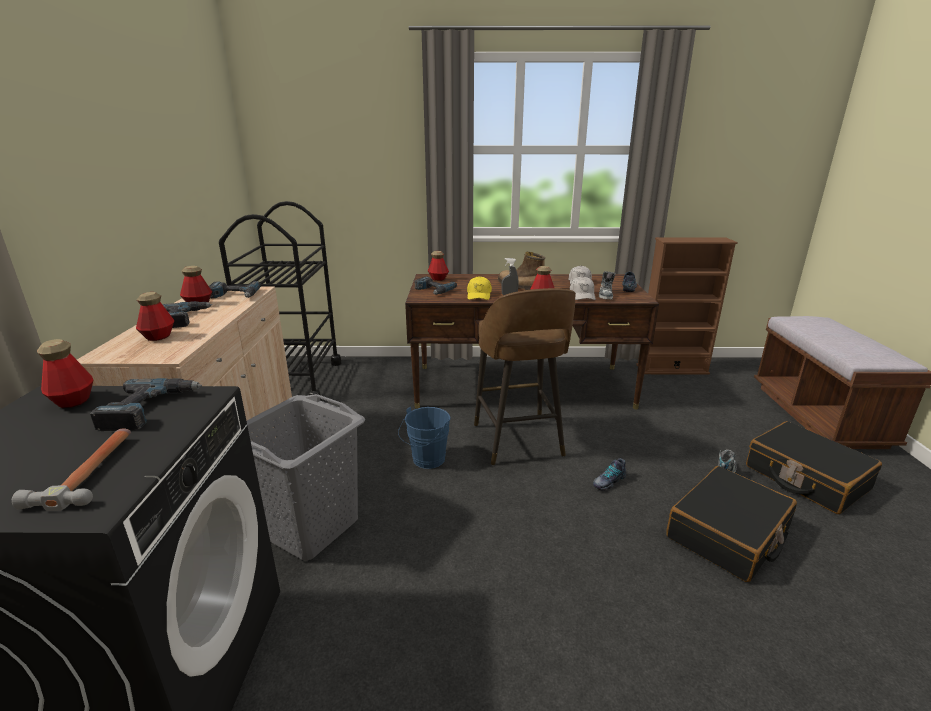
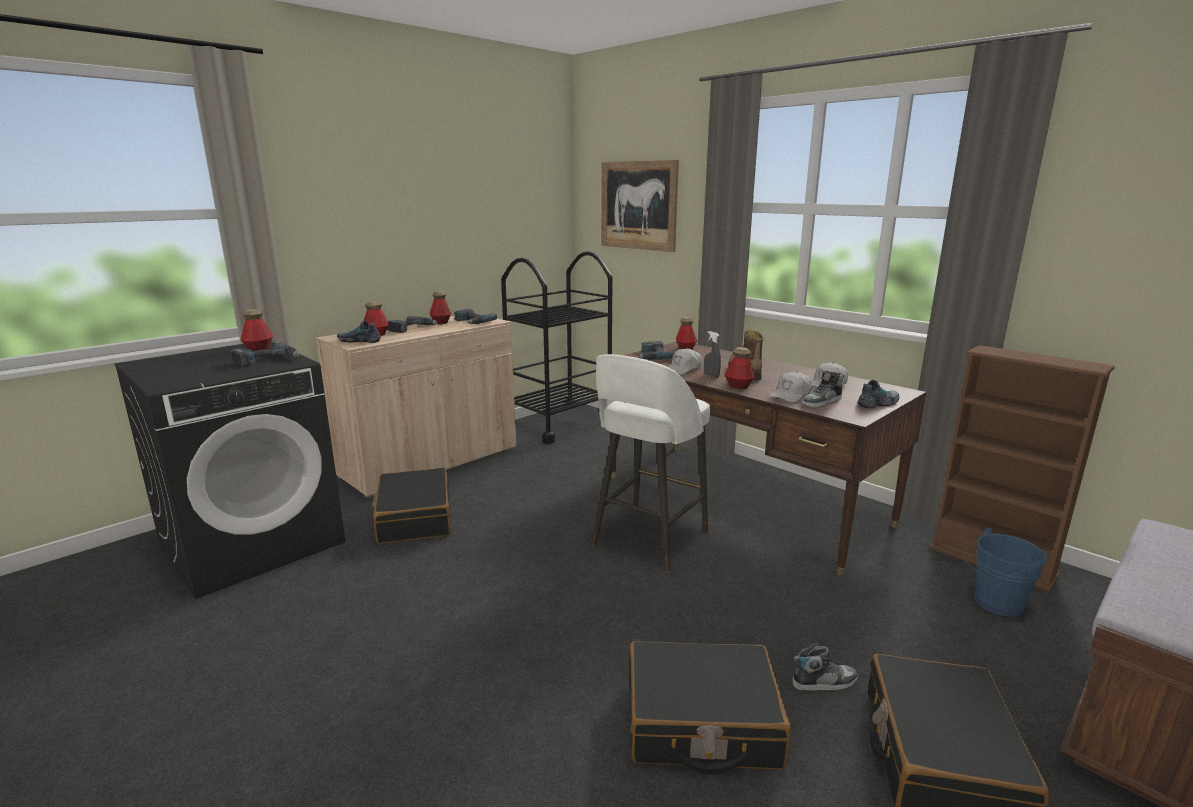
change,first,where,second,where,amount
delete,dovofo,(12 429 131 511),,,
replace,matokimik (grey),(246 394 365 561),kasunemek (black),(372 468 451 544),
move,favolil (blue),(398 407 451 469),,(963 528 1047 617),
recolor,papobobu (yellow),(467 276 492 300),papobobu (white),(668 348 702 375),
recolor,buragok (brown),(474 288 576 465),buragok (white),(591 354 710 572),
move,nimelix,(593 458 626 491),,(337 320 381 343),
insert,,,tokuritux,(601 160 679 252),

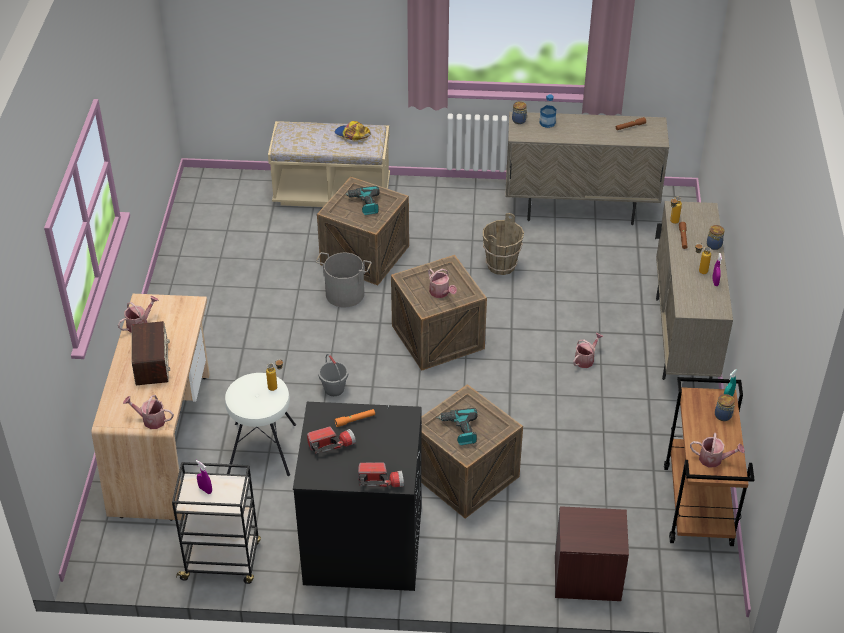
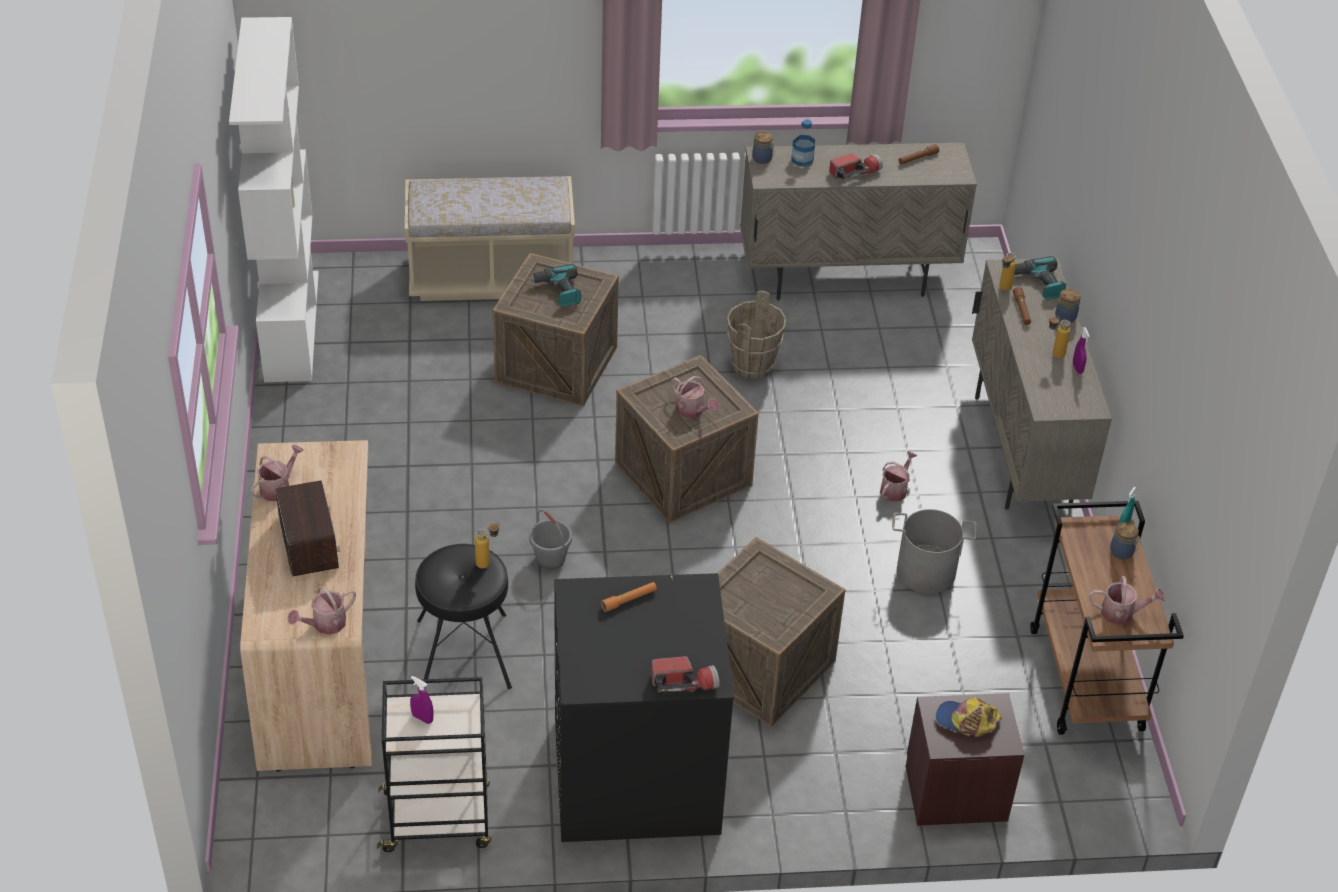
change,first,where,second,where,amount
rotate,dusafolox,(123 395 174 429),,(288 586 356 635),45 degrees counterclockwise
recolor,buragok (white),(225 373 296 476),buragok (black),(415 544 512 689),
move,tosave,(307 427 356 454),,(829 153 883 180),
move,favolil (grey),(316 252 372 307),,(892 509 977 594),
move,papobobu,(335 121 371 140),,(936 697 1002 737),
move,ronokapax,(436 408 477 445),,(1014 256 1066 300),
insert,,,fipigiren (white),(229 17 319 382),

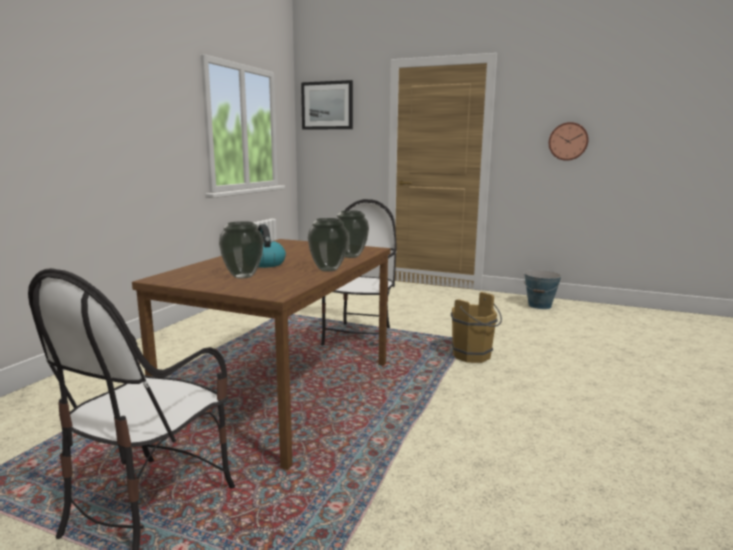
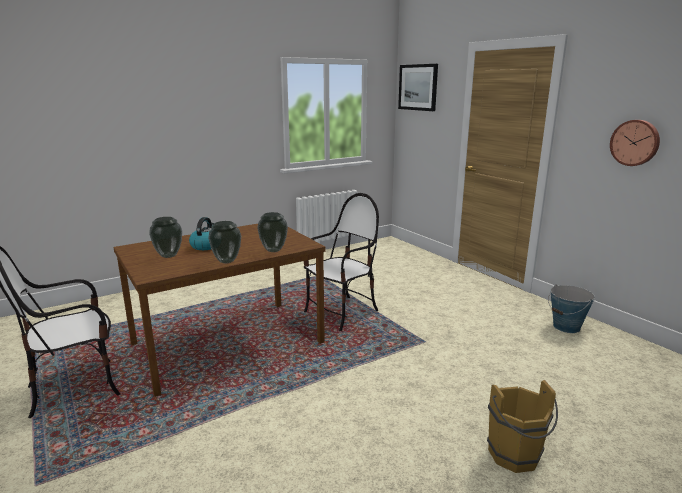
change,first,where,second,where,amount
move,favolil (brown),(451 292 502 363),,(487 380 558 473),

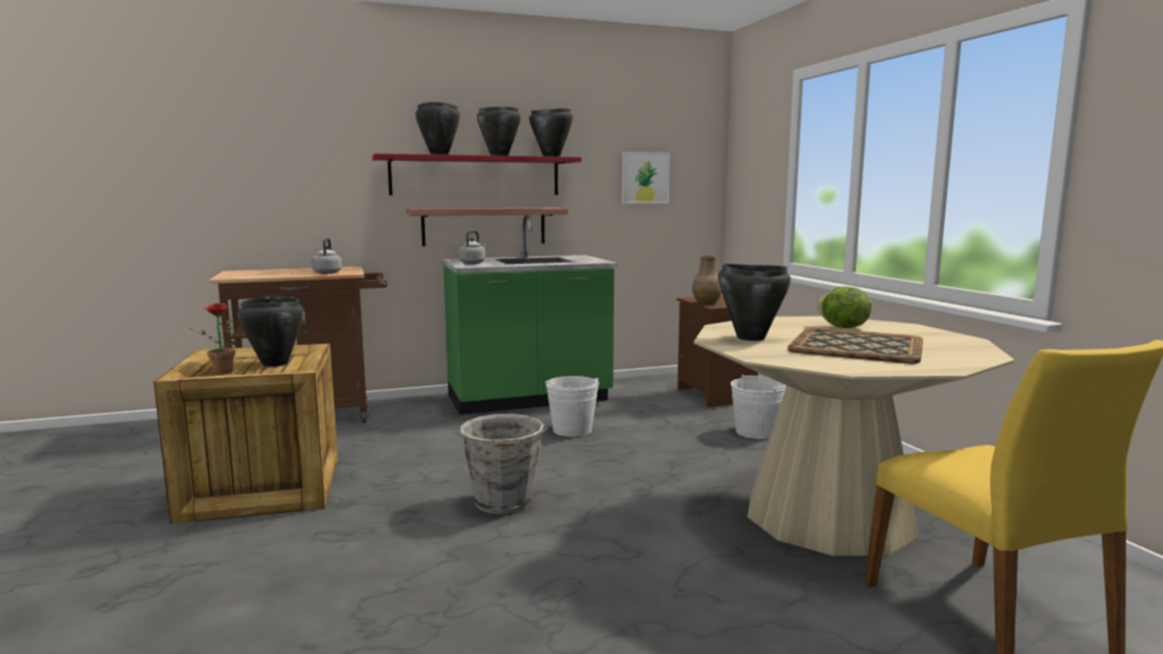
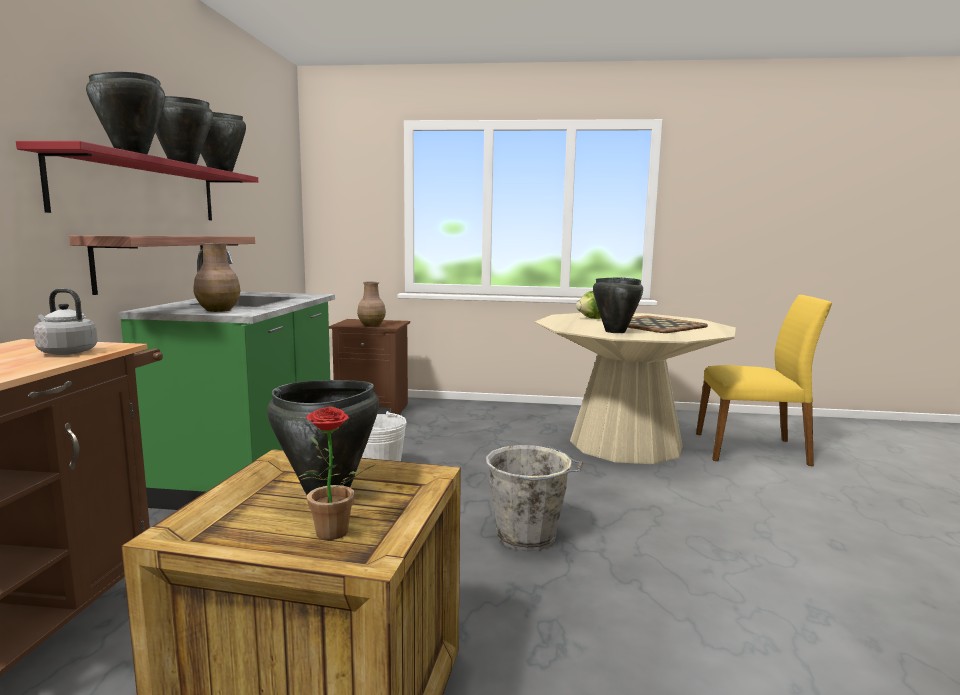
change,first,where,second,where,amount
replace,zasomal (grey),(459 230 486 264),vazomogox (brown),(194 242 240 312),
delete,tokuritux,(622 152 670 203),,,
delete,favolil (white),(731 375 786 439),,,

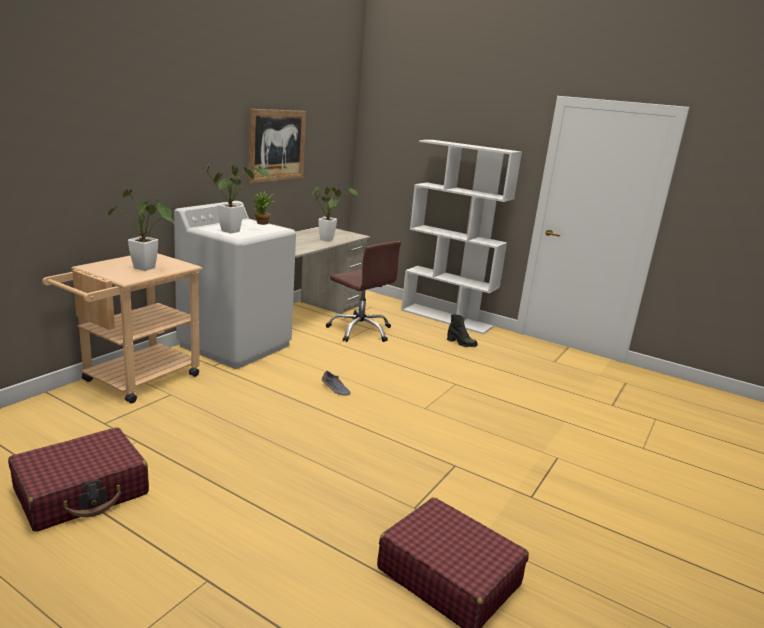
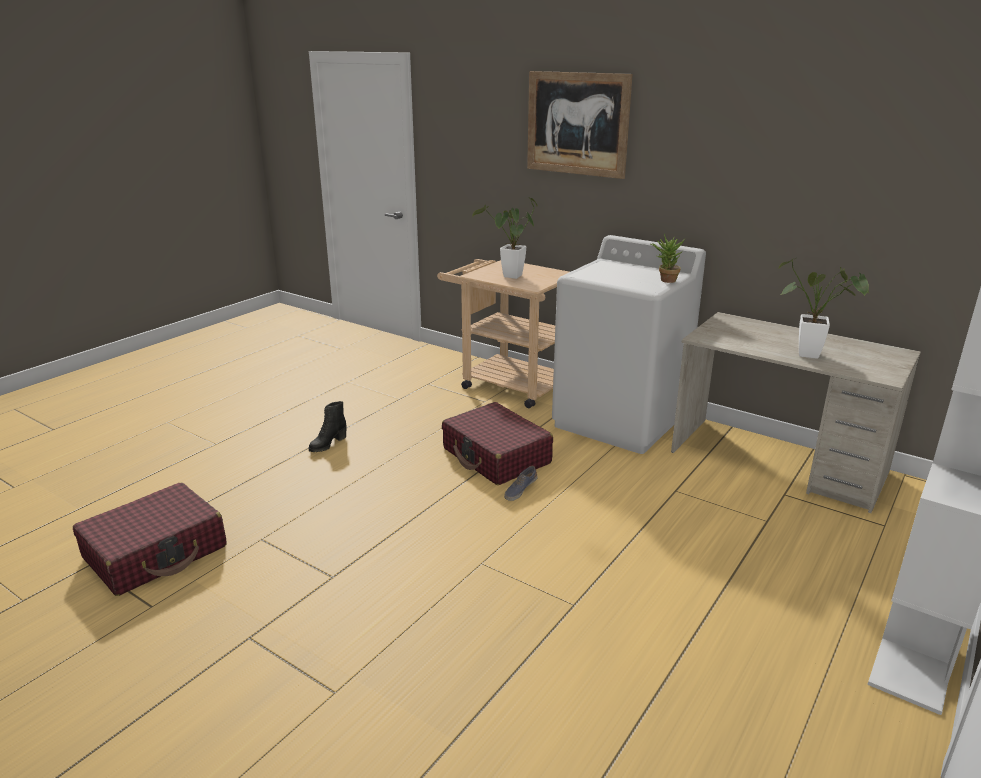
change,first,where,second,where,amount
move,kasunemek (red),(8 427 149 532),,(442 402 553 485),
delete,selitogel,(201 163 270 234),,,
move,tokuritux,(248 109 306 184),,(527 71 633 179),
delete,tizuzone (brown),(326 241 401 342),,,
move,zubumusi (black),(447 314 478 347),,(309 401 347 452),

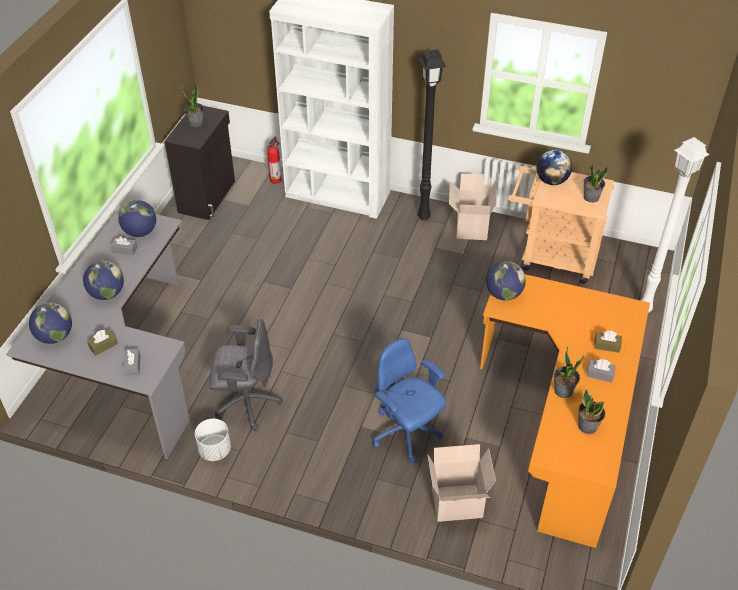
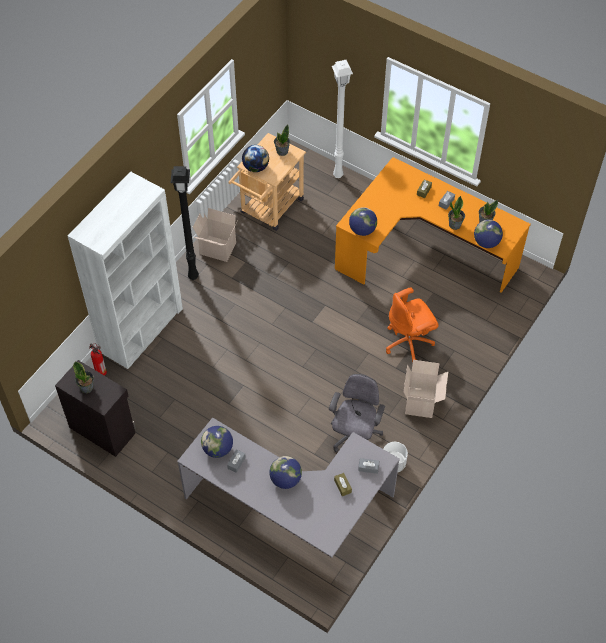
change,first,where,second,where,amount
move,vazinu,(29 303 72 344),,(474 220 503 248),
recolor,tizuzone (blue),(373 338 446 463),tizuzone (orange),(386 287 439 362),
move,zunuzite,(427 444 496 522),,(404 360 448 418),

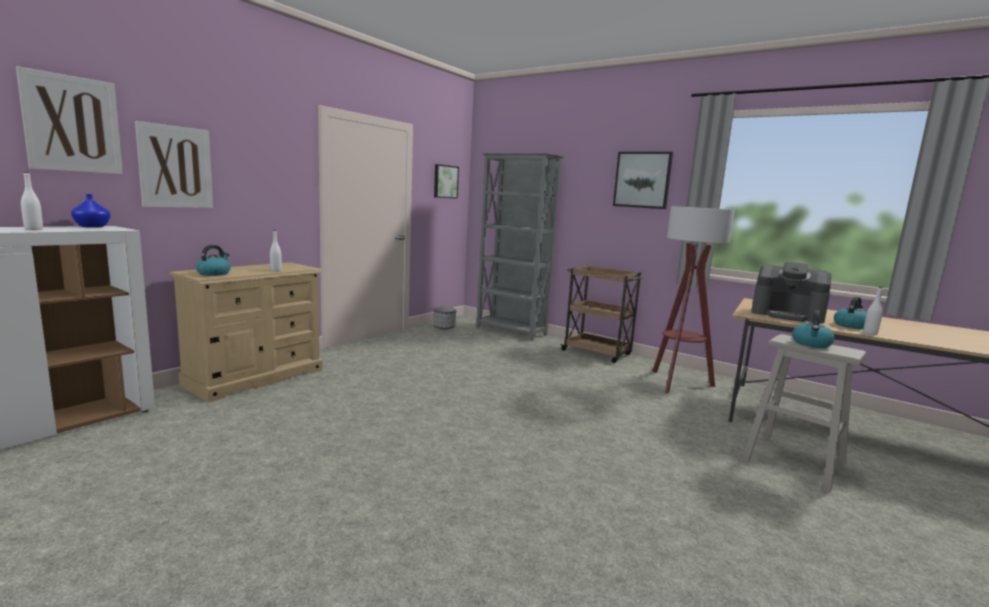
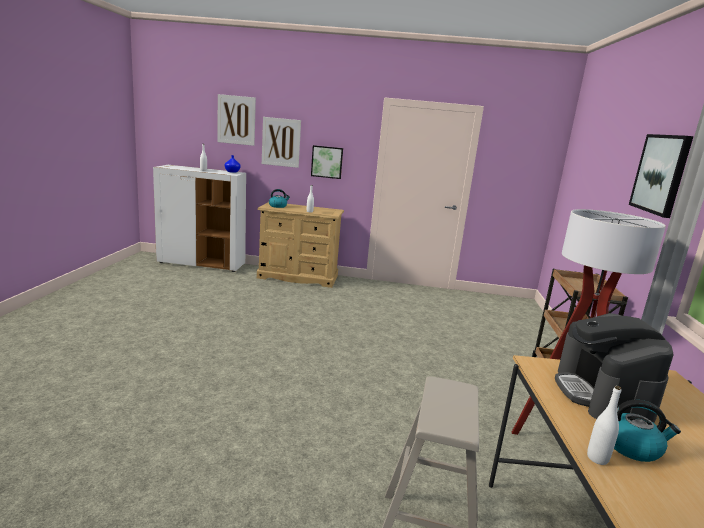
change,first,where,second,where,amount
move,tokuritux,(434 164 459 199),,(311 145 343 179),
delete,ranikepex,(434 307 456 329),,,
delete,fipigiren (grey),(476 153 564 341),,,
delete,zasomal,(792 310 835 348),,,

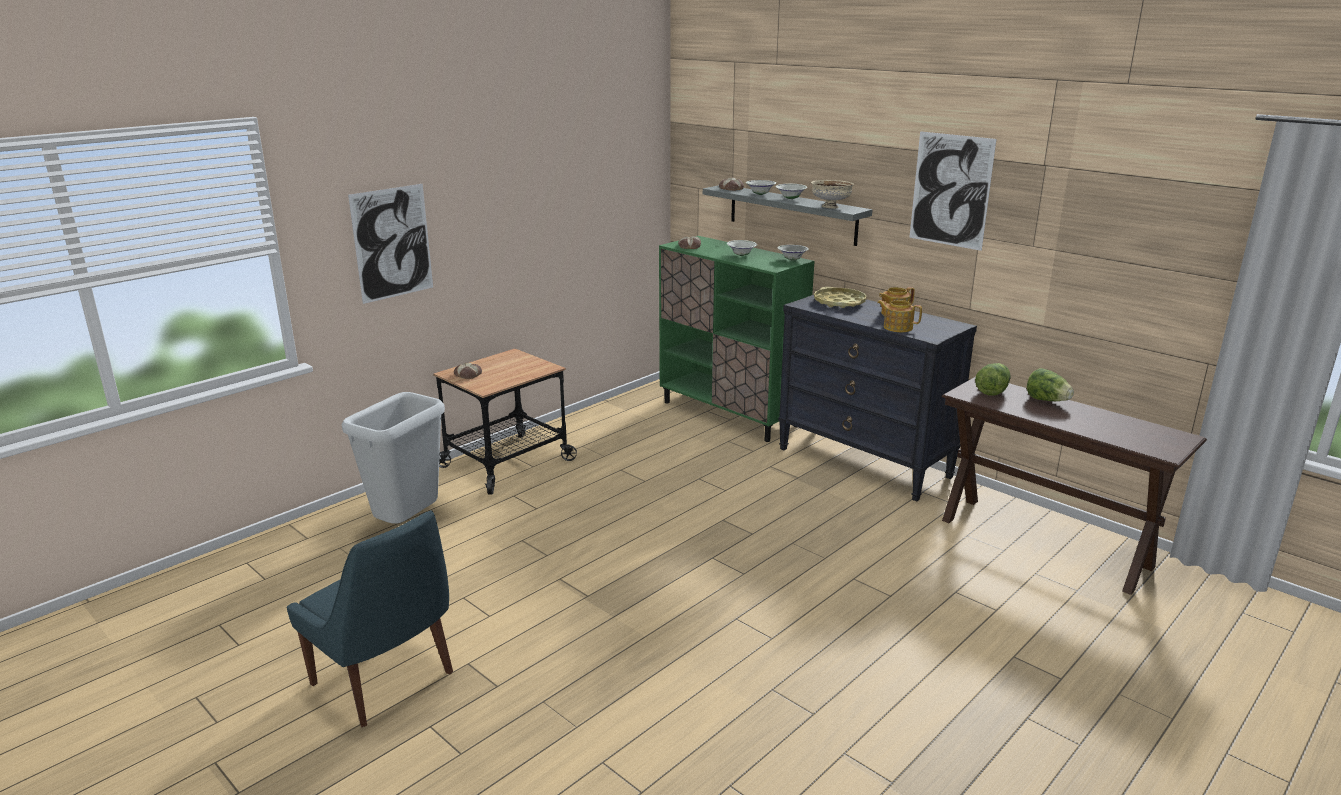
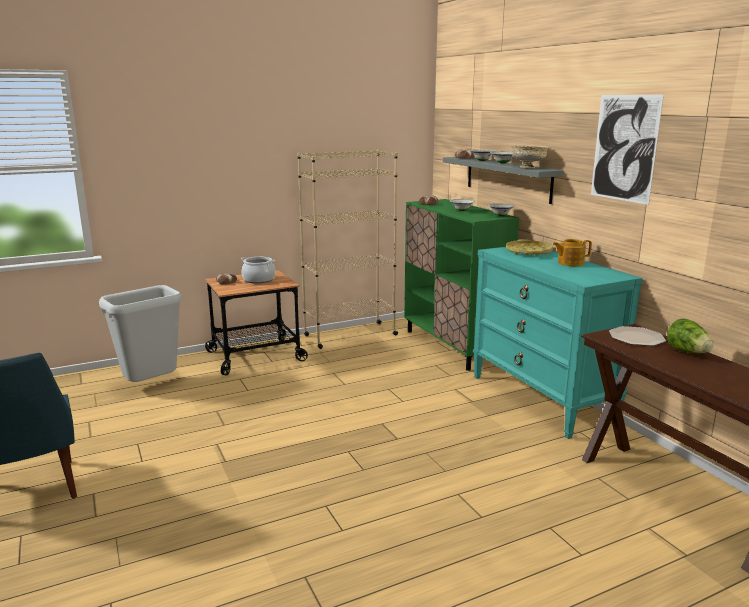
change,first,where,second,where,amount
delete,tokuritux,(348 184 433 304),,,
recolor,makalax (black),(778 295 977 502),makalax (turquoise),(473 247 643 439),
delete,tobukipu,(877 300 922 332),,,
replace,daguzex,(975 363 1011 396),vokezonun,(609 326 666 346),
insert,,,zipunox,(241 257 275 284),
insert,,,fipigiren (beige),(297 150 398 349),

